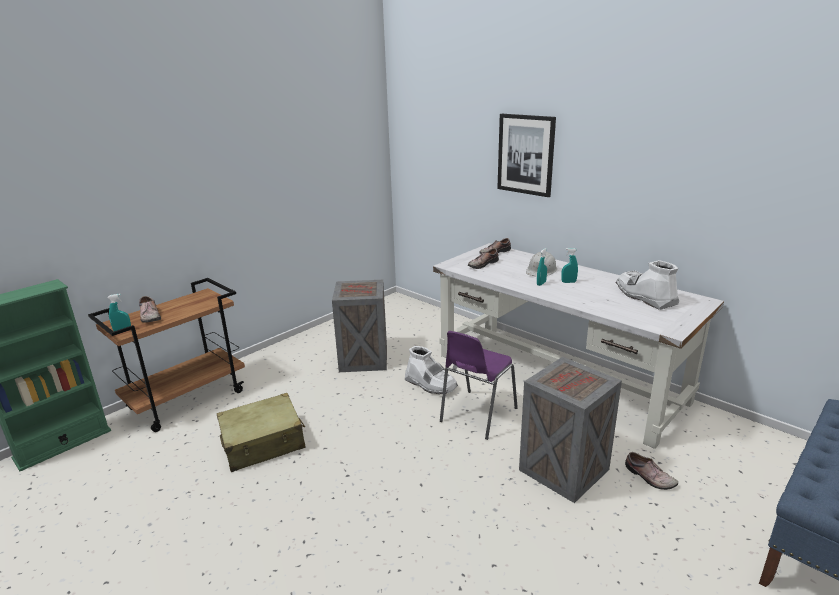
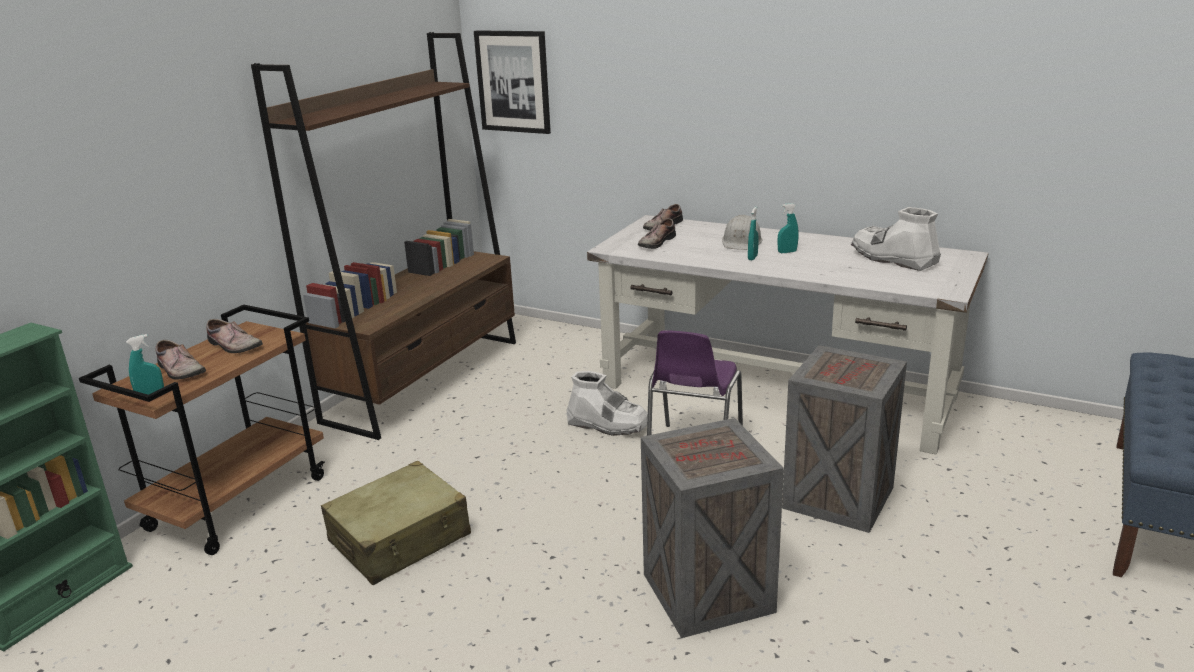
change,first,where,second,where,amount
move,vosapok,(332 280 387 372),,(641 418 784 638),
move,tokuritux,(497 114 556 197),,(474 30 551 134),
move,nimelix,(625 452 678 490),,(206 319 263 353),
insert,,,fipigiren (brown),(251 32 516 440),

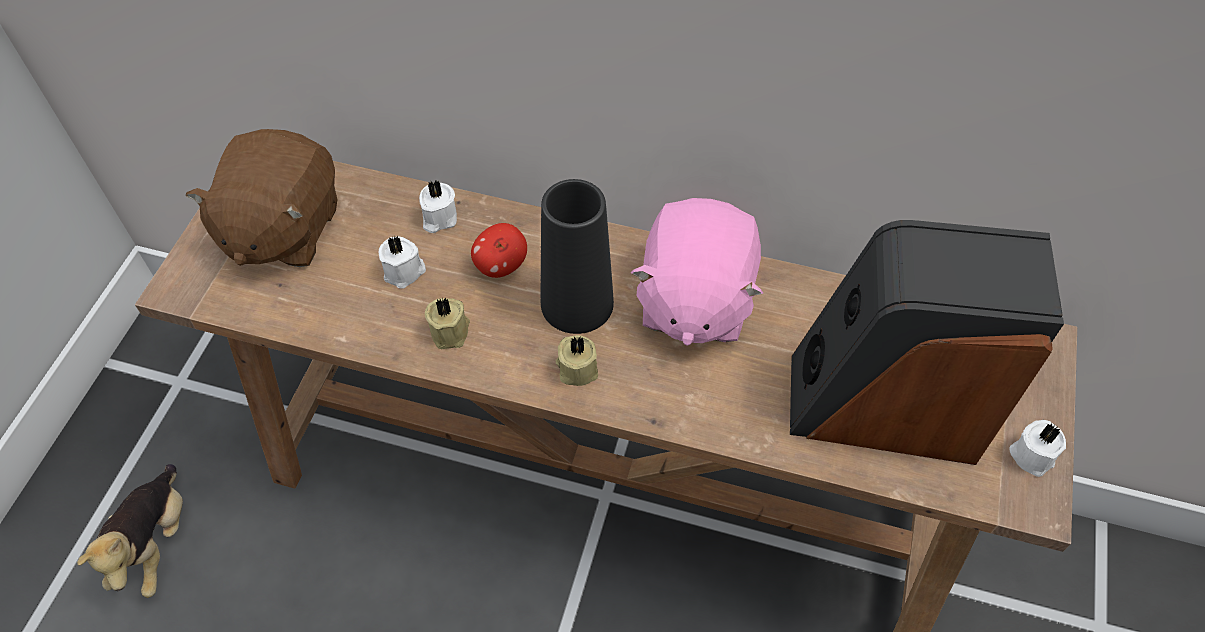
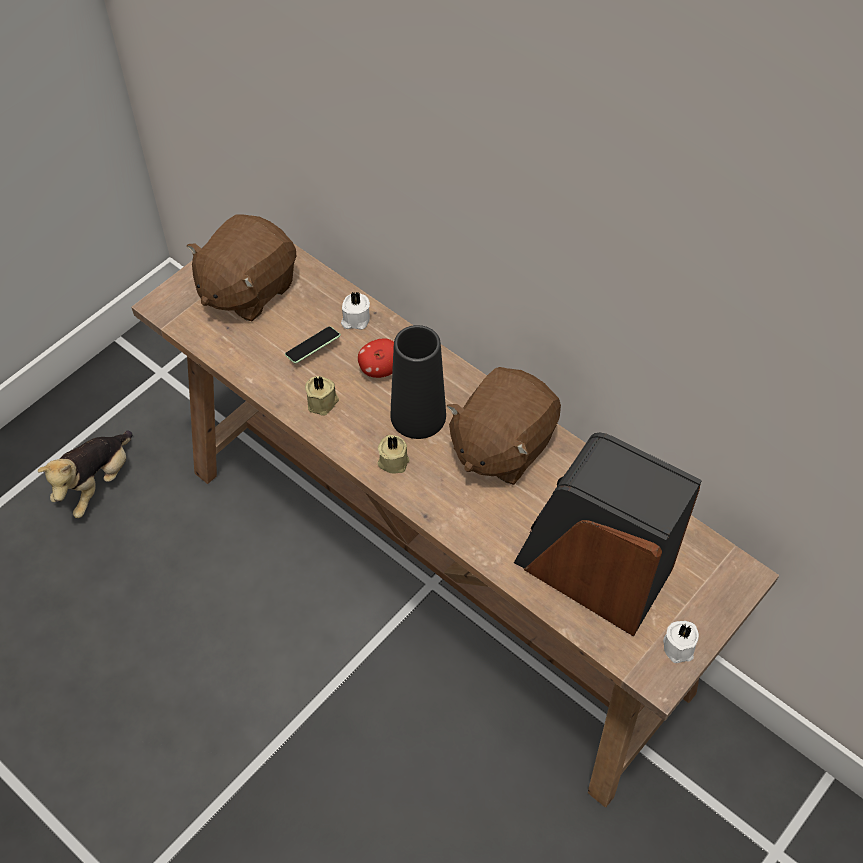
change,first,where,second,where,amount
replace,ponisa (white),(378 236 426 289),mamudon,(285 326 341 363),
recolor,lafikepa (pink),(631 198 763 346),lafikepa (brown),(447 367 561 485),

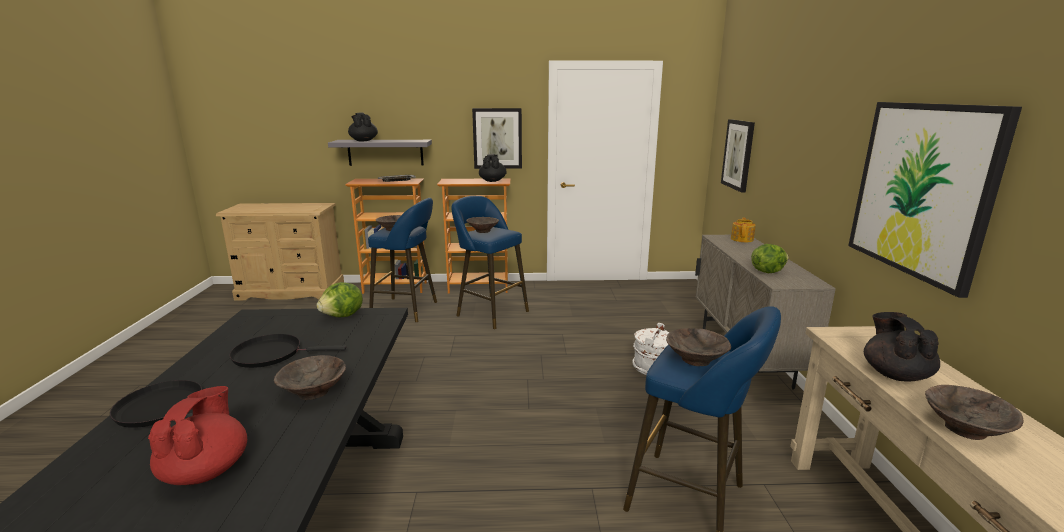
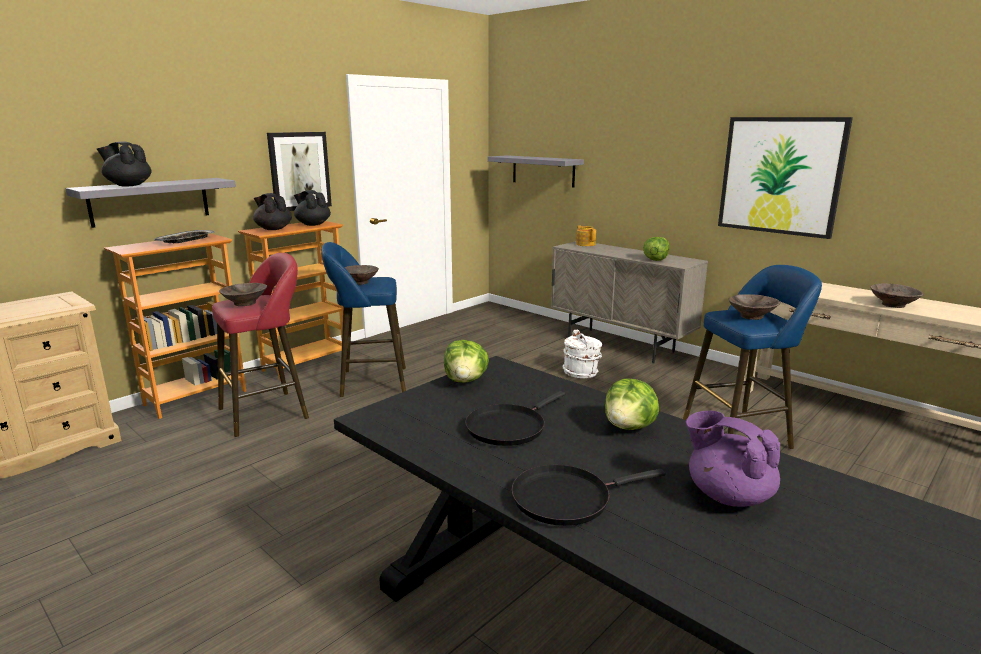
change,first,where,second,where,amount
recolor,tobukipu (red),(148 386 247 486),tobukipu (purple),(686 411 780 507),
replace,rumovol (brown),(274 355 346 400),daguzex,(605 378 659 430),
recolor,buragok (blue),(368 198 437 322),buragok (red),(212 253 309 437),
replace,tokuritux,(721 119 755 193),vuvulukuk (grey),(487 155 584 188),
move,tobukipu (black),(864 312 940 382),,(253 193 292 230),

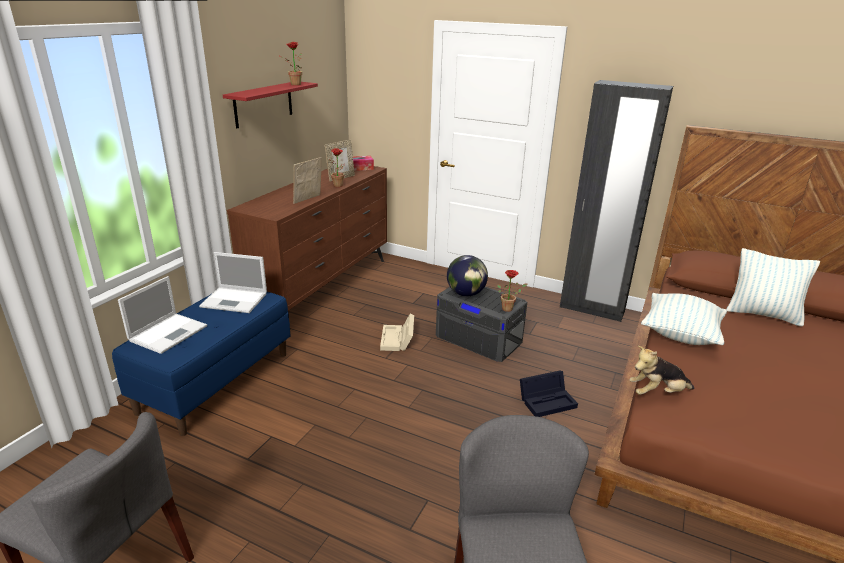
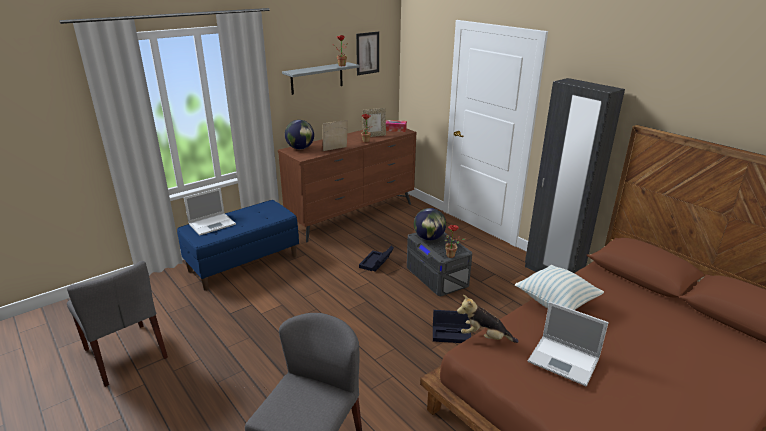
change,first,where,second,where,amount
move,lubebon,(199 252 267 313),,(528 302 609 387),
recolor,vuvulukuk (red),(223 82 318 128),vuvulukuk (grey),(282 62 360 95),
recolor,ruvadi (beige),(380 314 414 351),ruvadi (black),(359 246 394 272),
delete,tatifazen,(726 248 820 326),,,
insert,,,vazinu,(285 120 314 149),
insert,,,tokuritux,(356 32 379 75),

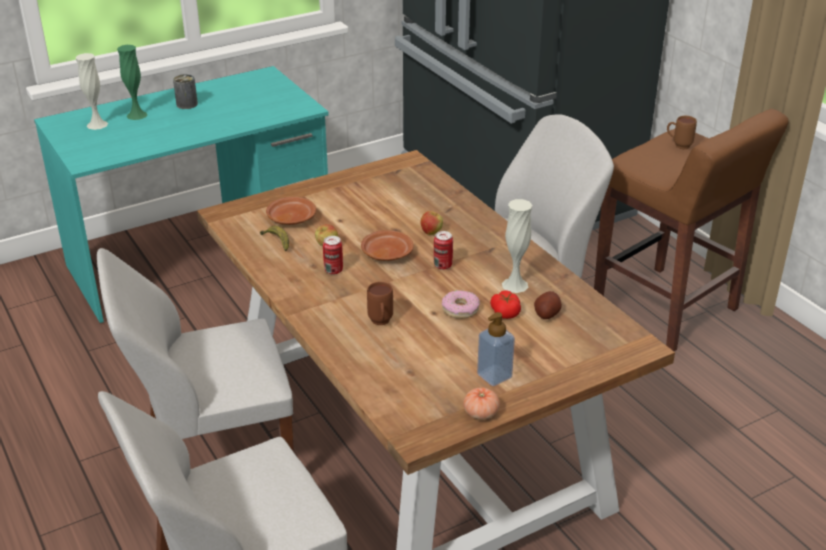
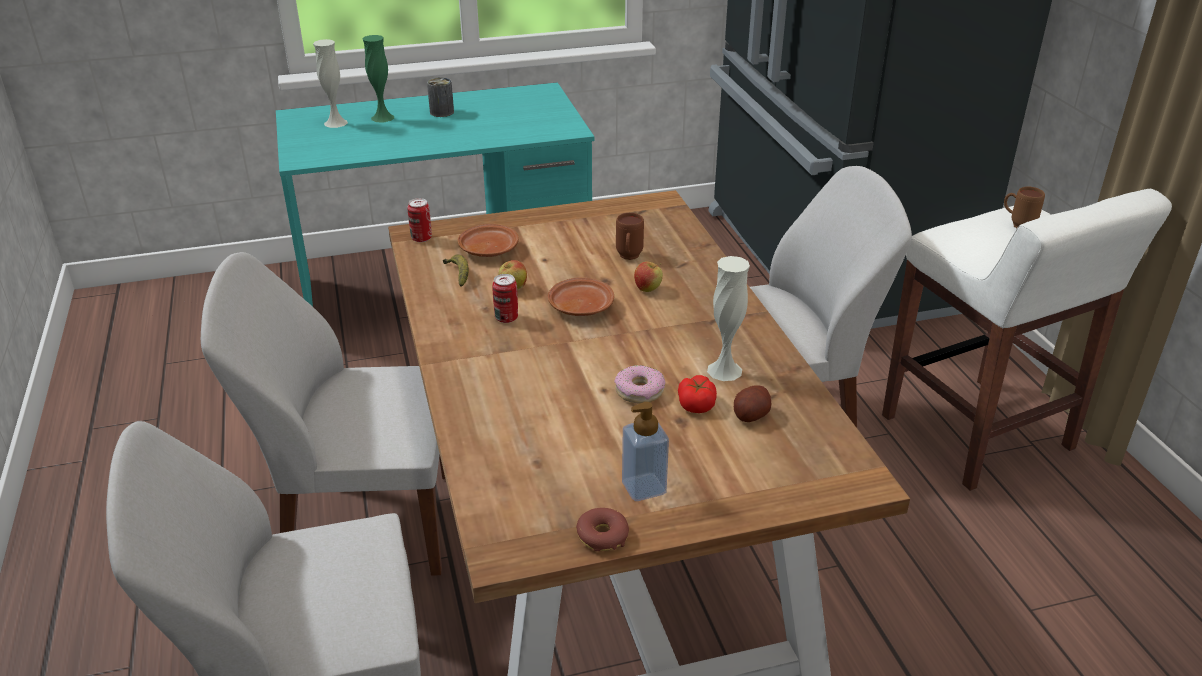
change,first,where,second,where,amount
move,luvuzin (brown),(367 282 393 325),,(616 213 644 260),
move,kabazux,(434 231 453 270),,(407 198 432 242),
replace,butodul,(463 387 500 420),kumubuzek,(576 508 629 551),
recolor,buragok (brown),(594 109 789 351),buragok (white),(882 189 1172 491),

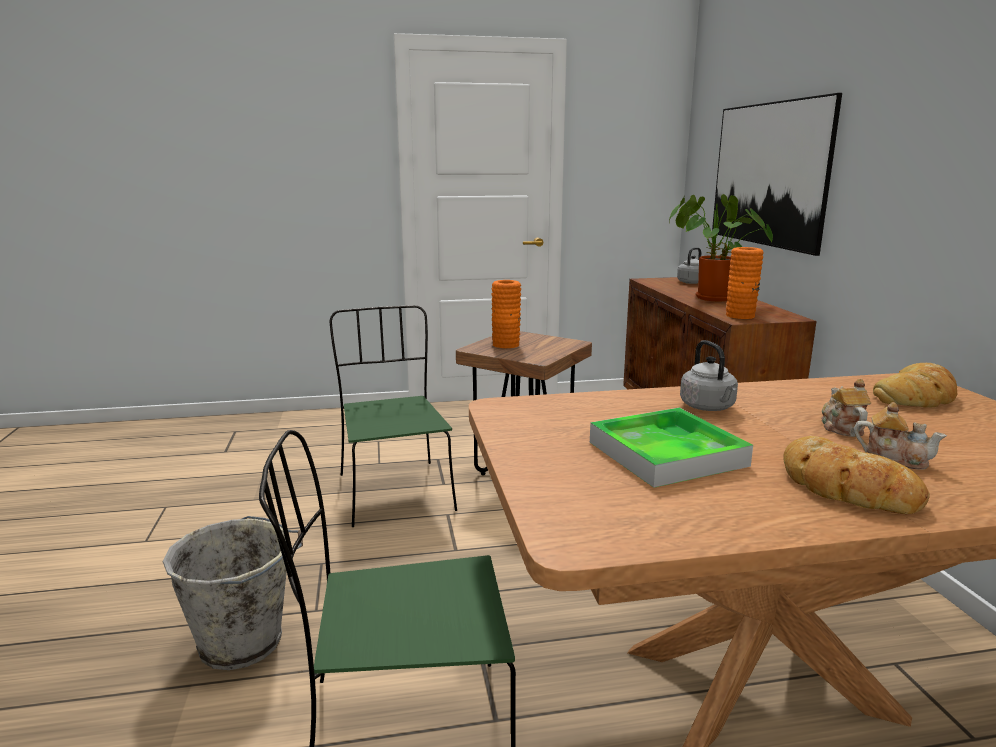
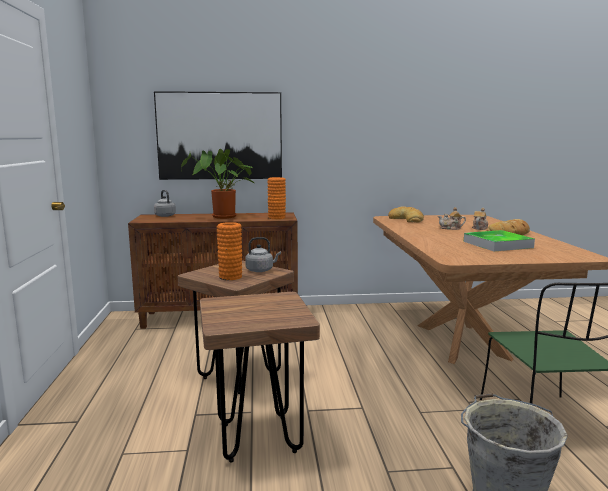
change,first,where,second,where,amount
replace,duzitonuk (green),(330 305 457 527),buragok (brown),(200 292 320 463),
move,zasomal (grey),(680 340 738 411),,(245 237 281 272),

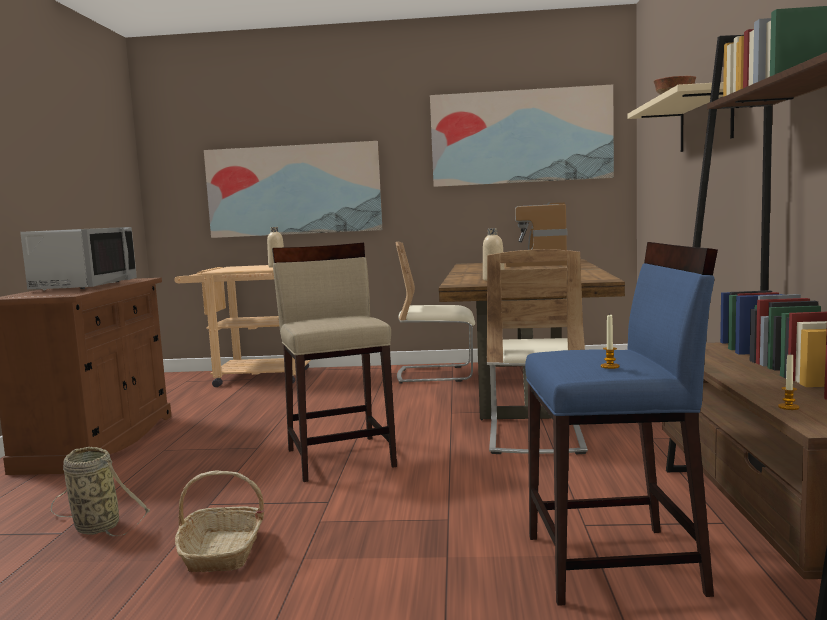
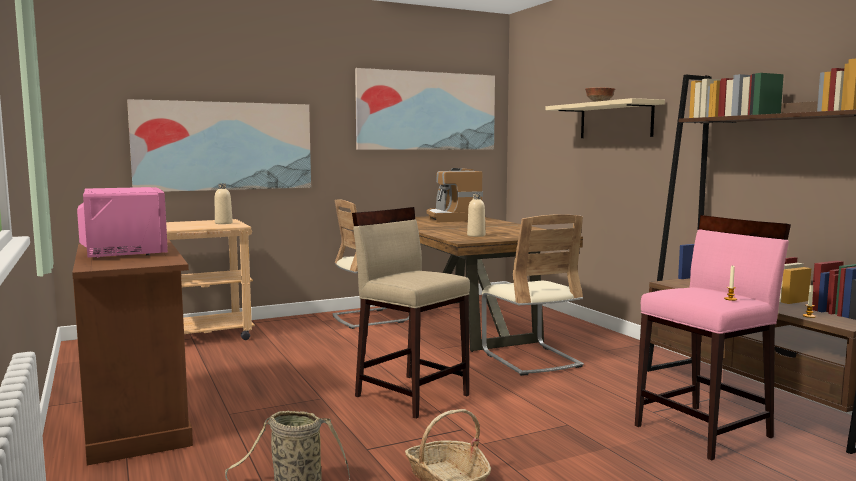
change,first,where,second,where,amount
recolor,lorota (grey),(21 227 137 290),lorota (pink),(77 187 168 258),
recolor,buragok (blue),(525 242 718 606),buragok (pink),(635 215 791 461),

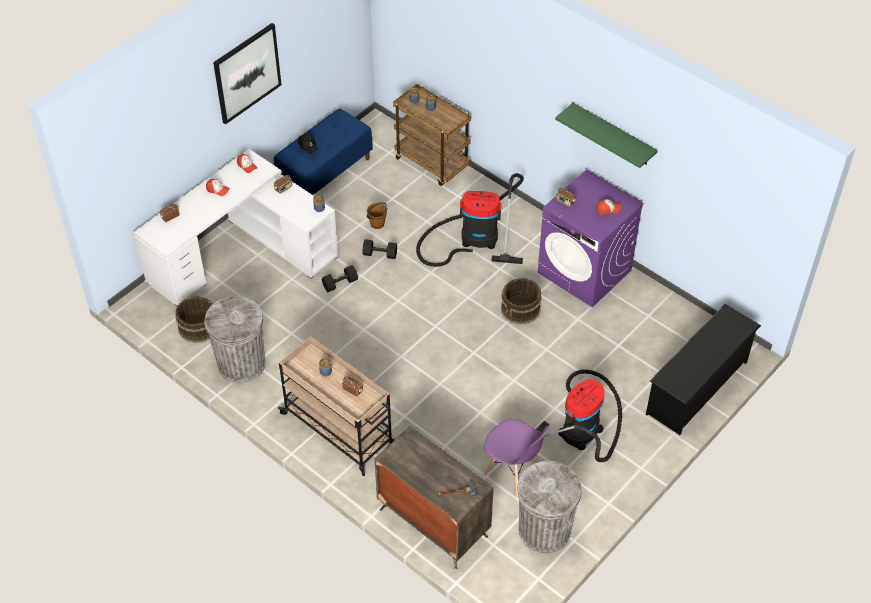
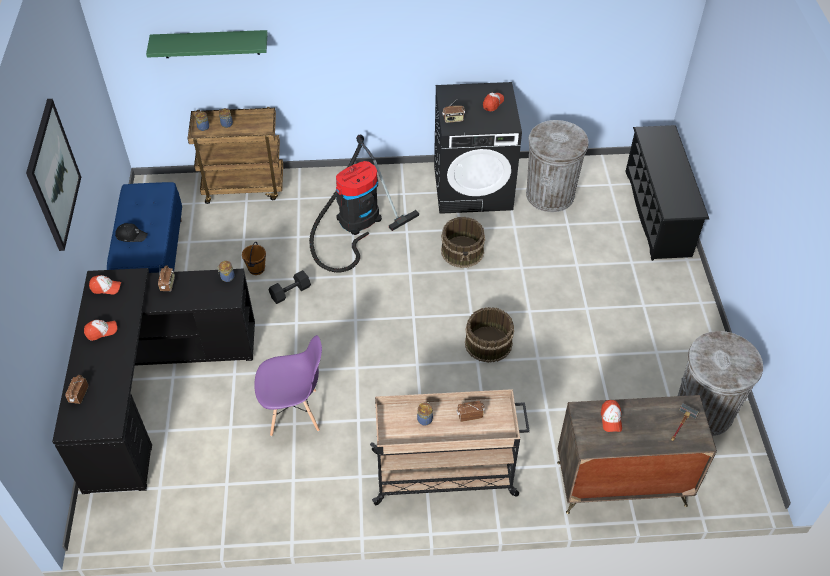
change,first,where,second,where,amount
recolor,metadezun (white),(133 149 338 306),metadezun (black),(52 268 255 494),
move,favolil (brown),(175 296 213 343),,(465 307 514 363),
move,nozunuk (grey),(204 296 266 383),,(526 120 588 212),
delete,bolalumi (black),(322 265 358 292),,,
move,duzitonuk (purple),(484 419 549 497),,(254 335 322 436),
delete,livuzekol,(536 369 622 462),,,
recolor,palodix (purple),(538 169 644 307),palodix (black),(434 82 522 214),
move,vuvulukuk (green),(555 103 658 168),,(146 30 268 58),
insert,,,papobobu,(601 400 622 432),

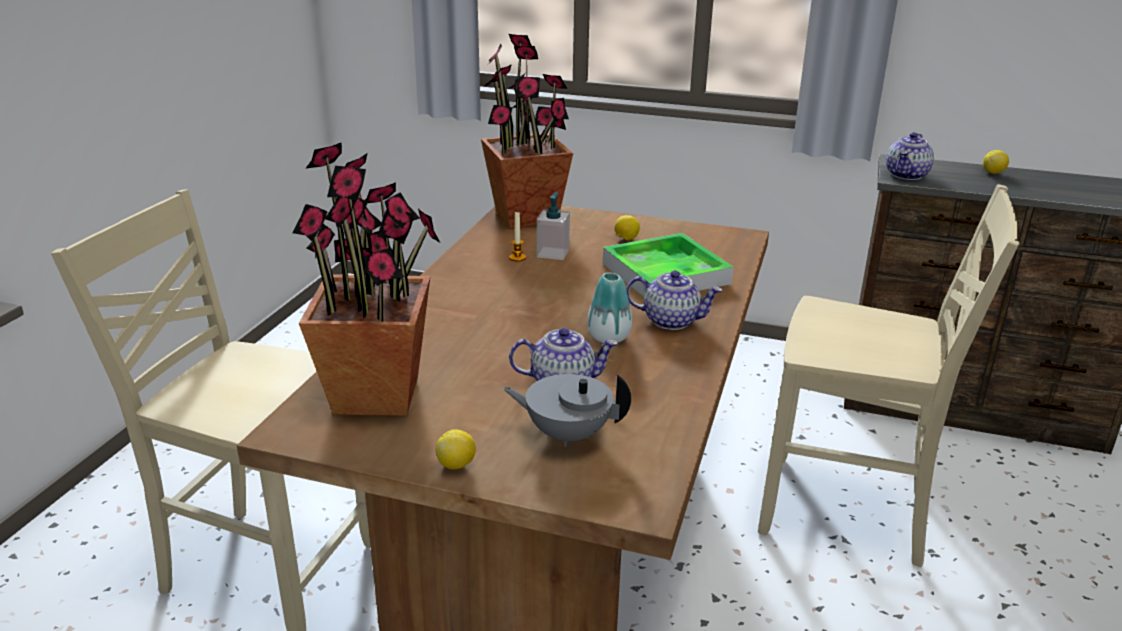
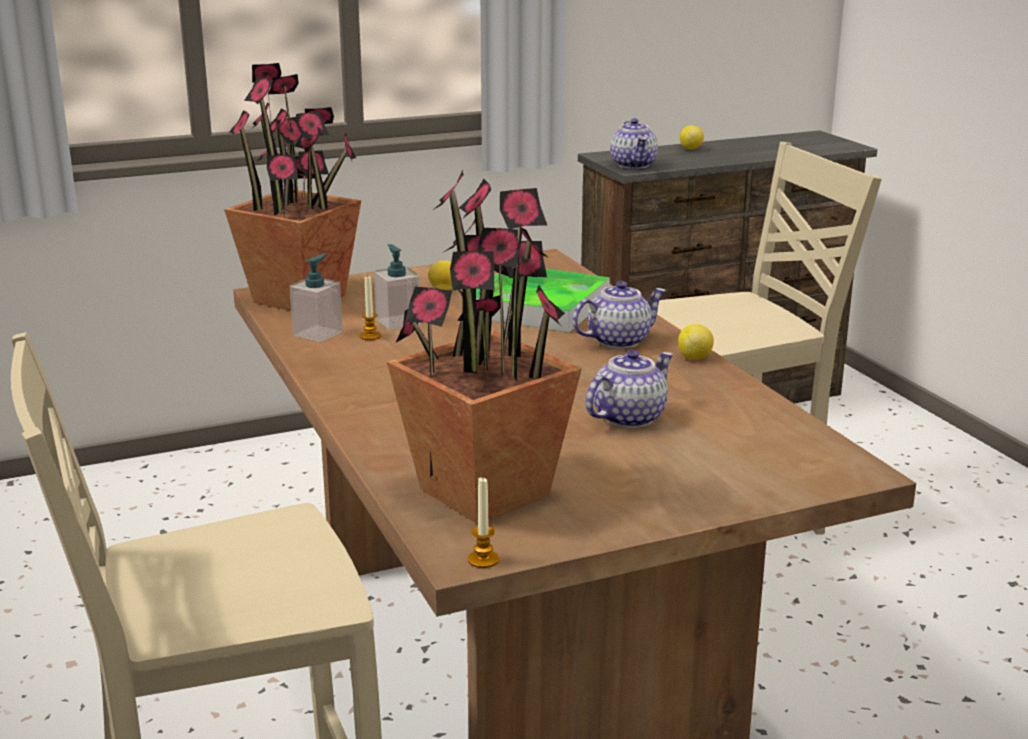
change,first,where,second,where,amount
move,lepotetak,(436 429 476 469),,(678 324 714 360),
delete,tobukipu (grey),(503 374 631 447),,,
delete,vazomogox,(587 272 632 343),,,
insert,,,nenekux,(290 254 343 342),
insert,,,ponisa,(468 477 499 568),

